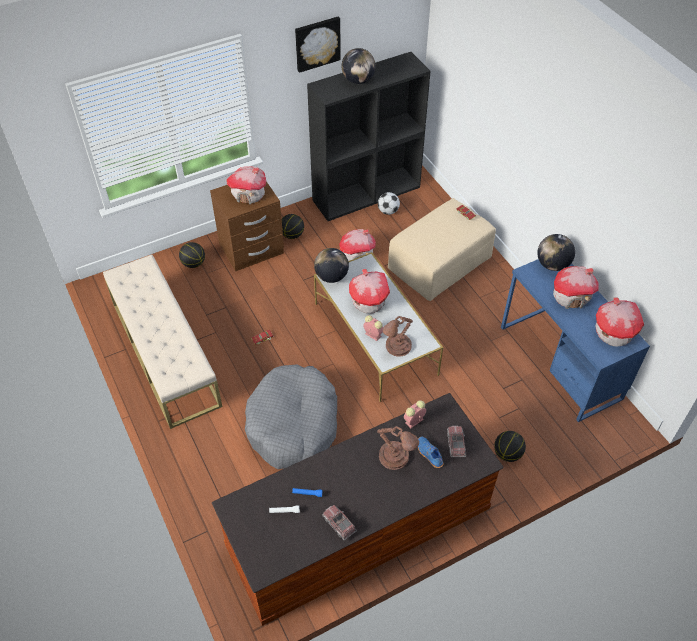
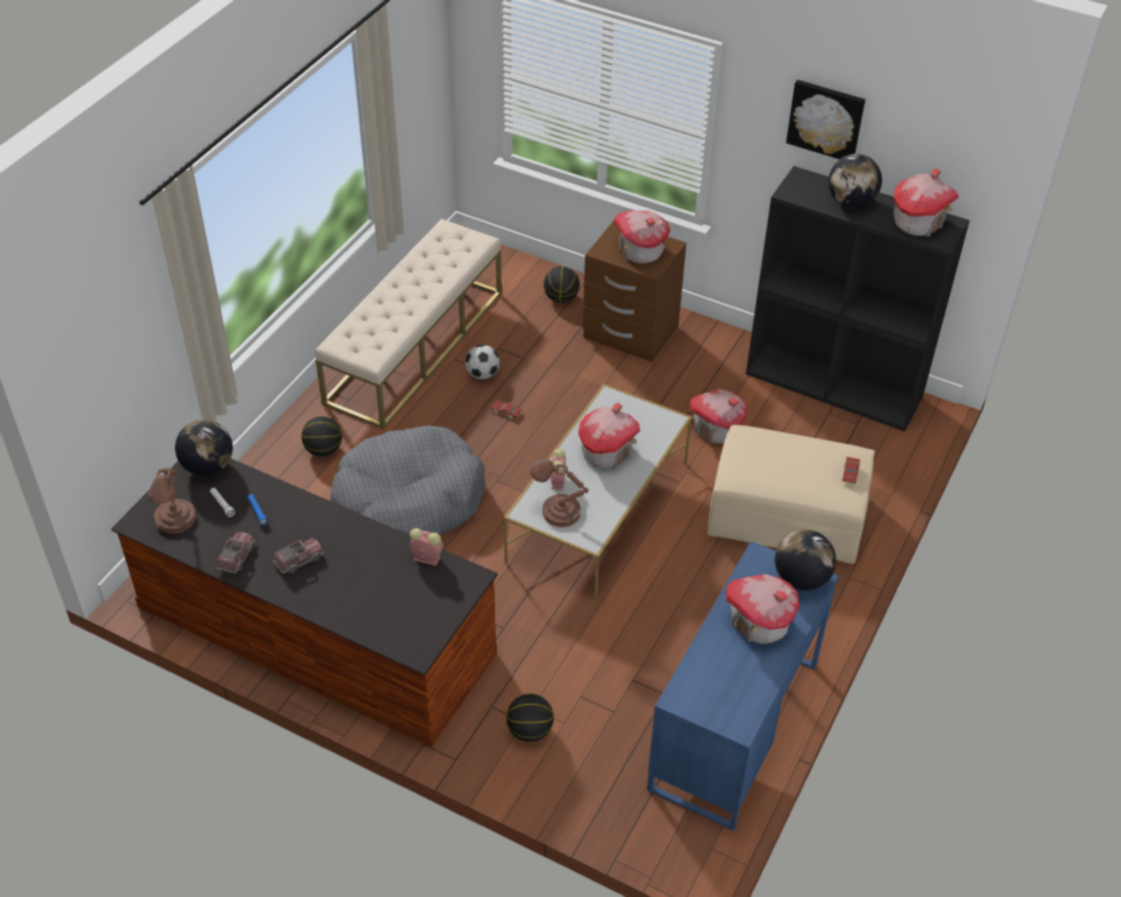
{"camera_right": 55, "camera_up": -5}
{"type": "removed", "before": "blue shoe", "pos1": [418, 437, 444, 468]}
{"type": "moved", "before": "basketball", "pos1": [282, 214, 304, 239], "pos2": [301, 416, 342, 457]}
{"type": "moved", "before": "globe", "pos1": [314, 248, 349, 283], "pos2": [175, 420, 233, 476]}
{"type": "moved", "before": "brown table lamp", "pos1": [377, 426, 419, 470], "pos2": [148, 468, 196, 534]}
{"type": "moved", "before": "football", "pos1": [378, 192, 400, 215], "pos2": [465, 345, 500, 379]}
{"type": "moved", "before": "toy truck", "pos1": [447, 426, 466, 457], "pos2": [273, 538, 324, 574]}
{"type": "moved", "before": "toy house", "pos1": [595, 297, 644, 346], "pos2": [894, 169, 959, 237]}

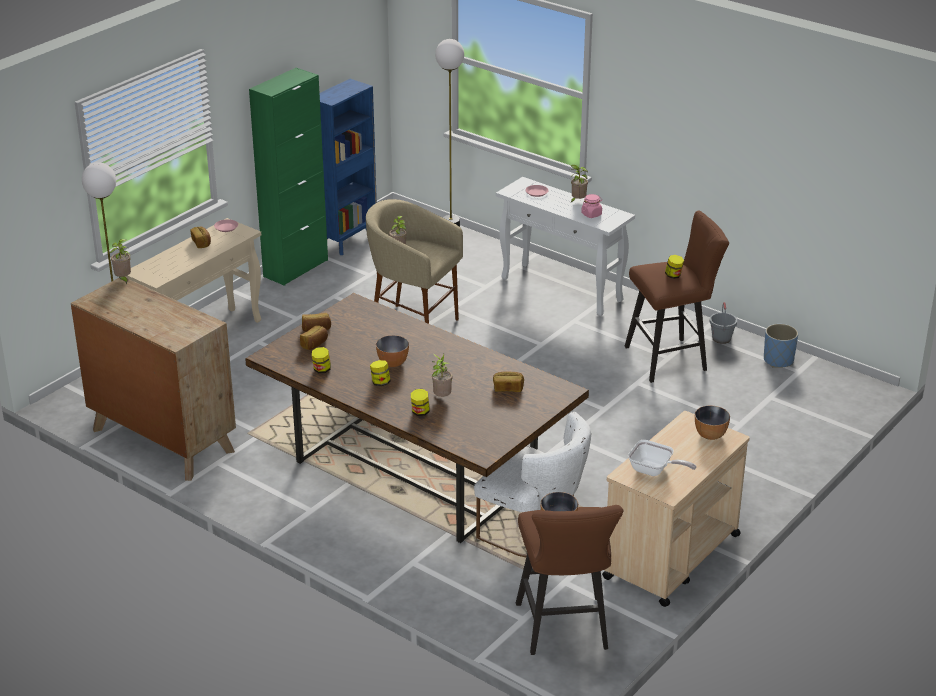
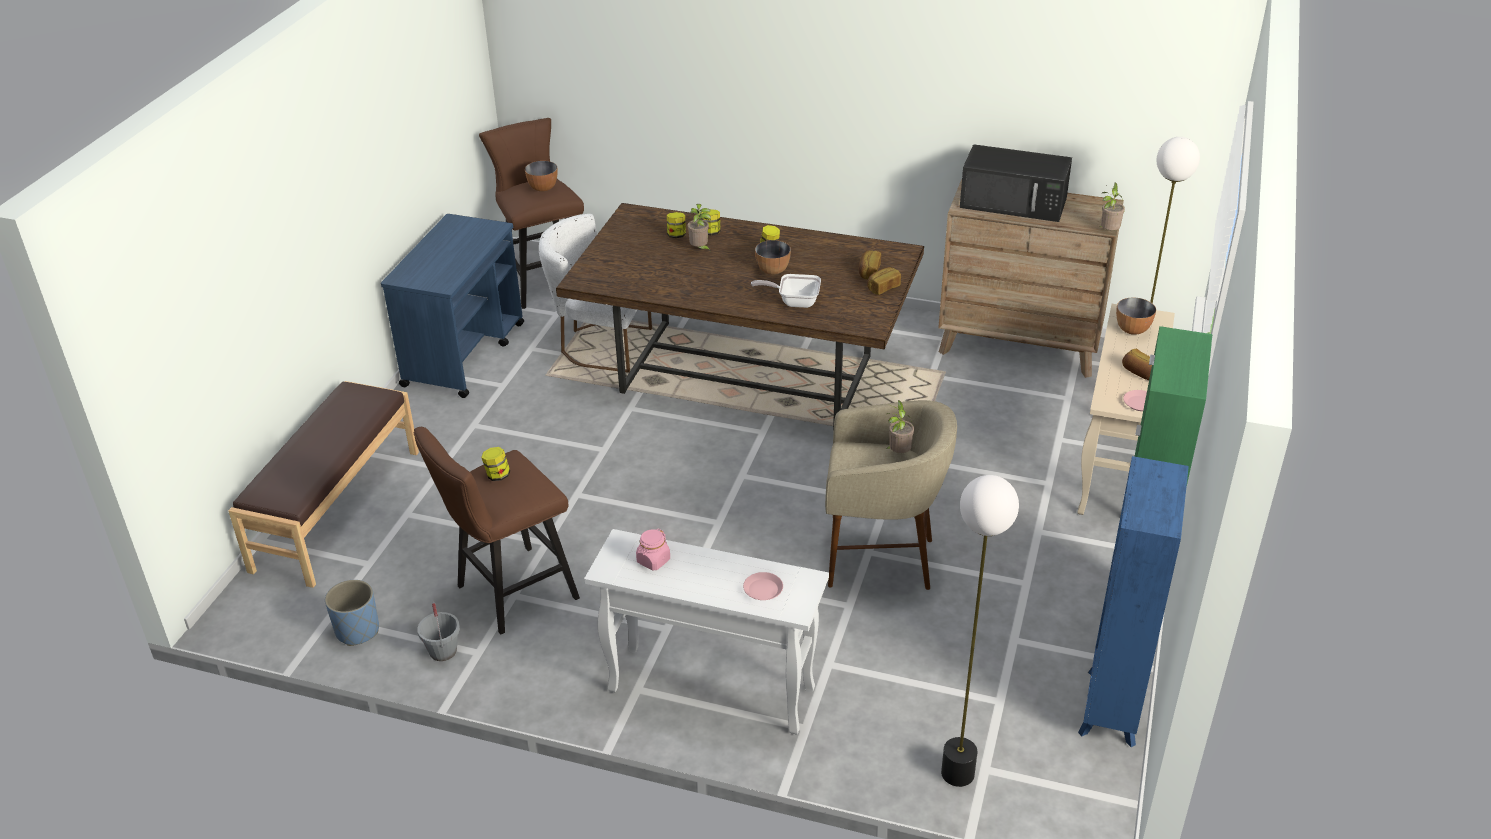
{"camera_right": 160, "camera_up": 5}
{"type": "removed", "before": "bread", "pos1": [493, 372, 524, 392]}
{"type": "removed", "before": "potted plant", "pos1": [570, 165, 588, 203]}
{"type": "added", "after": "brown bench", "pos2": [228, 381, 419, 588]}
{"type": "added", "after": "black microwave", "pos2": [960, 144, 1072, 222]}
{"type": "moved", "before": "jar", "pos1": [312, 347, 331, 373], "pos2": [667, 212, 686, 238]}
{"type": "moved", "before": "frying pan", "pos1": [628, 440, 696, 476], "pos2": [751, 274, 821, 308]}
{"type": "moved", "before": "bowl", "pos1": [695, 406, 730, 440], "pos2": [1116, 297, 1156, 335]}
{"type": "recoloured", "before": "beige cart", "after": "blue cart", "pos1": [602, 411, 750, 607], "pos2": [381, 214, 524, 398]}

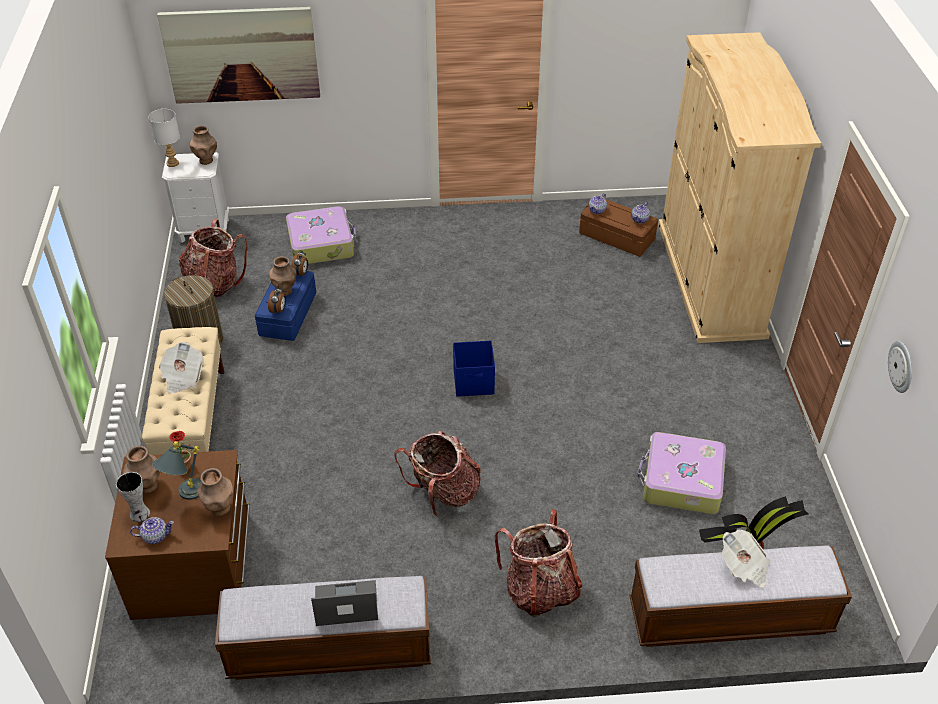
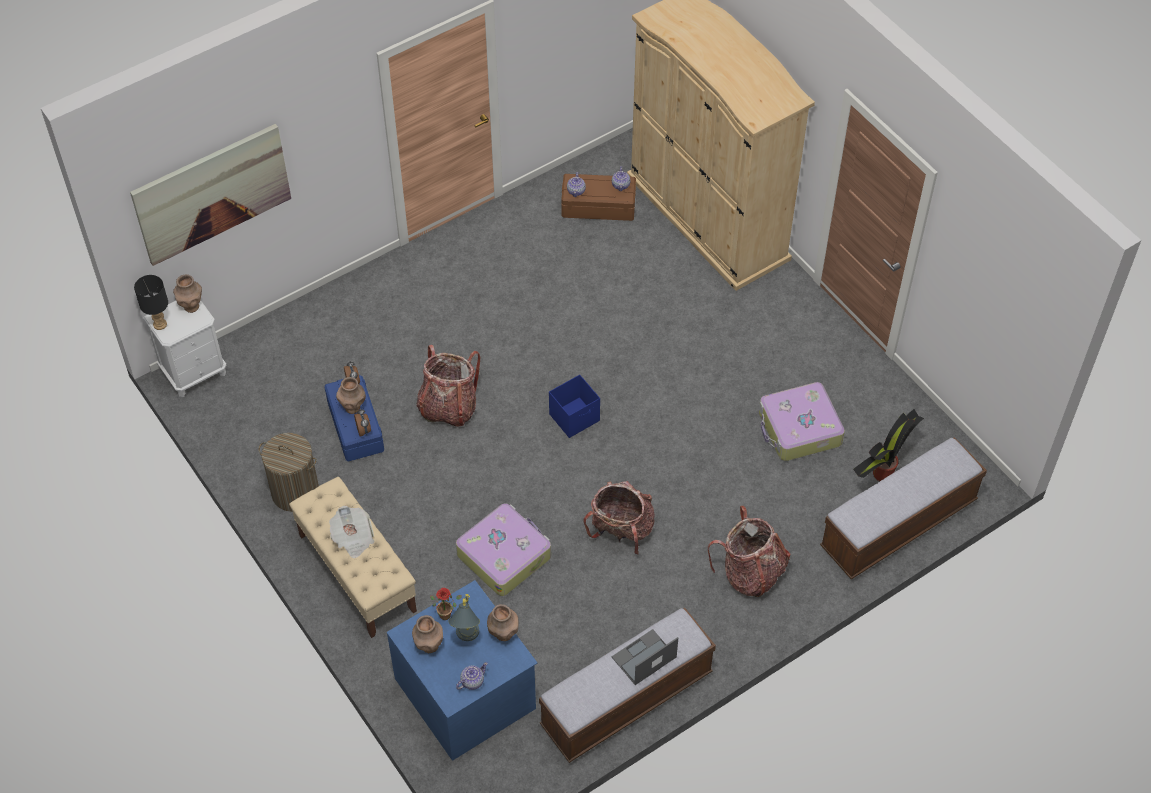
{"camera_right": -30, "camera_up": 10}
{"type": "removed", "before": "vase", "pos1": [116, 472, 150, 522]}
{"type": "removed", "before": "newspaper", "pos1": [722, 530, 770, 587]}
{"type": "removed", "before": "wall clock", "pos1": [888, 341, 912, 393]}
{"type": "moved", "before": "backpack", "pos1": [179, 219, 248, 298], "pos2": [417, 345, 480, 427]}
{"type": "moved", "before": "suitcase", "pos1": [286, 206, 356, 264], "pos2": [456, 503, 551, 596]}
{"type": "recoloured", "before": "brown dresser", "after": "blue dresser", "pos1": [105, 450, 250, 620], "pos2": [387, 580, 538, 761]}
{"type": "recoloured", "before": "white table lamp", "after": "black table lamp", "pos1": [149, 109, 180, 167], "pos2": [134, 275, 168, 330]}

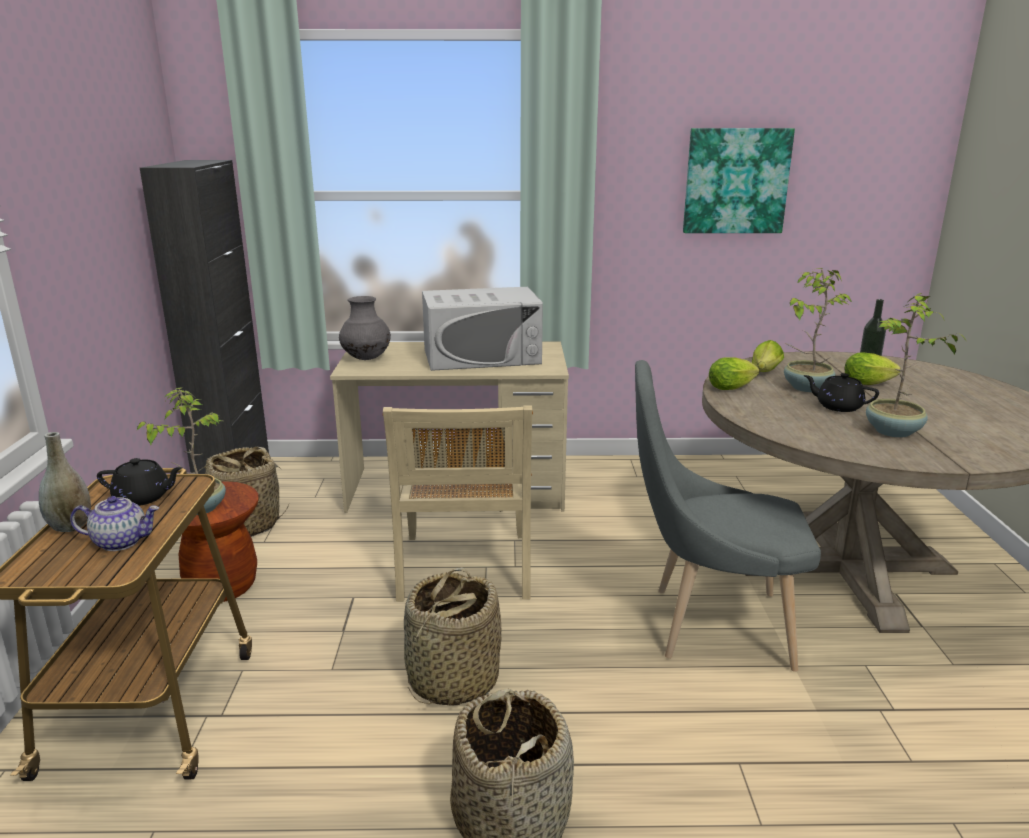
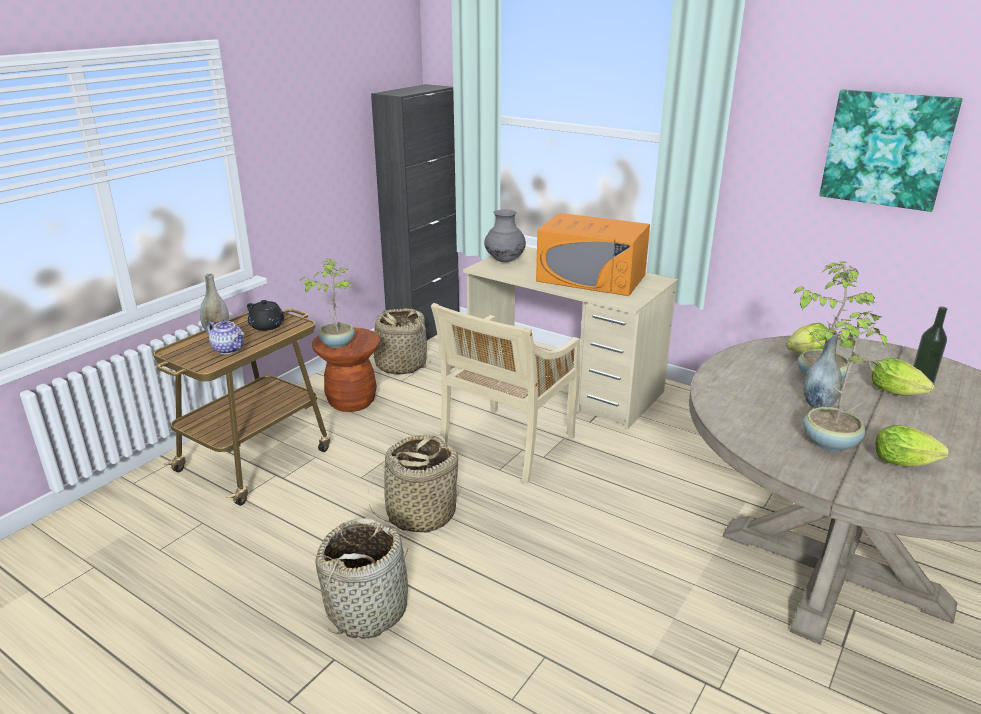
{"camera_right": 35, "camera_up": 5}
{"type": "removed", "before": "grey chair", "pos1": [635, 360, 821, 672]}
{"type": "moved", "before": "lettuce", "pos1": [709, 357, 759, 390], "pos2": [875, 425, 949, 466]}
{"type": "replaced", "before": "black teapot", "after": "grey vase", "pos1": [804, 373, 879, 412], "pos2": [803, 335, 842, 408]}
{"type": "recoloured", "before": "white microwave", "after": "orange microwave", "pos1": [422, 287, 543, 371], "pos2": [536, 213, 650, 296]}

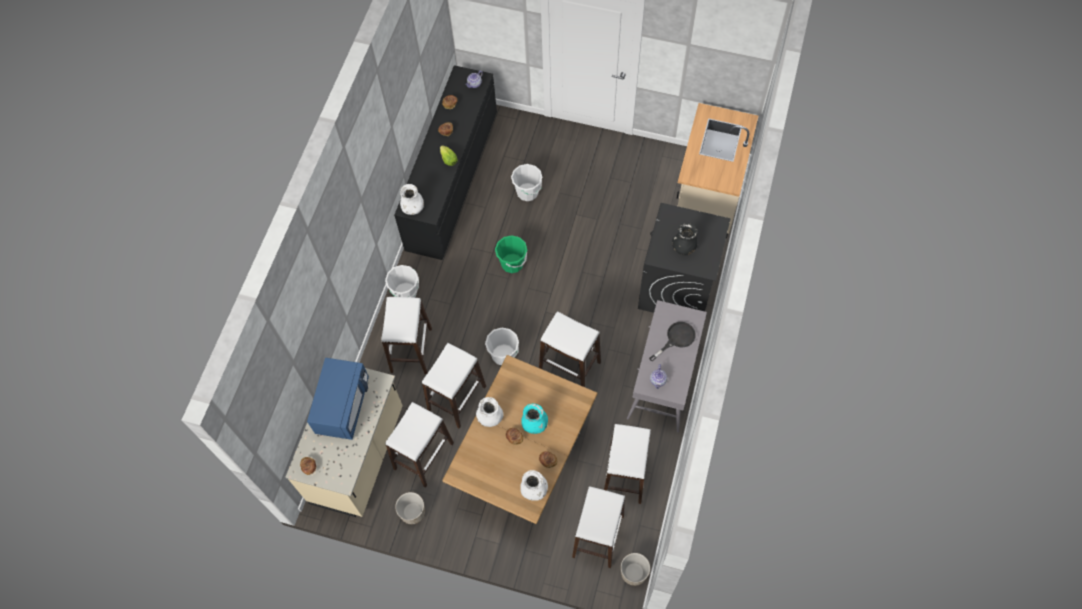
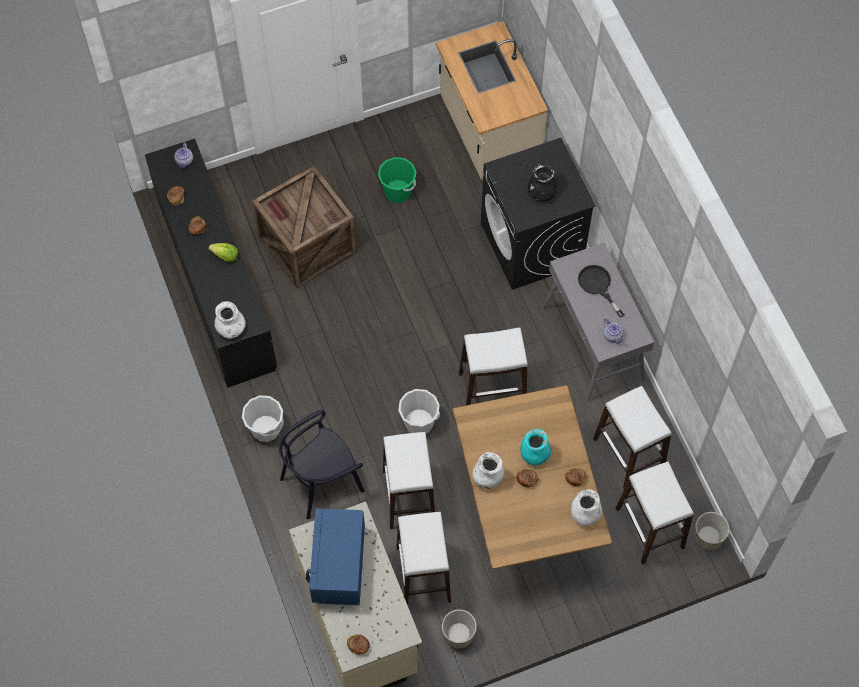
{"camera_right": -40, "camera_up": 0}
{"type": "moved", "before": "green bucket", "pos1": [495, 235, 527, 273], "pos2": [378, 157, 417, 203]}
{"type": "replaced", "before": "white stool", "after": "black chair", "pos1": [381, 297, 432, 374], "pos2": [278, 410, 365, 519]}
{"type": "replaced", "before": "white bucket", "after": "crate", "pos1": [511, 164, 542, 201], "pos2": [252, 165, 357, 288]}
{"type": "turned", "before": "blue microwave", "pos1": [307, 358, 369, 440], "pos2": [306, 508, 365, 605], "turn": -150}
{"type": "turned", "before": "black frying pan", "pos1": [649, 322, 696, 362], "pos2": [578, 265, 625, 317], "turn": -45}

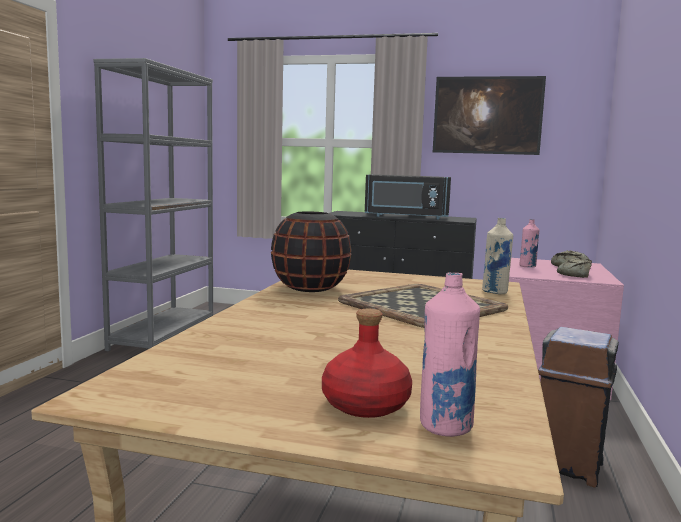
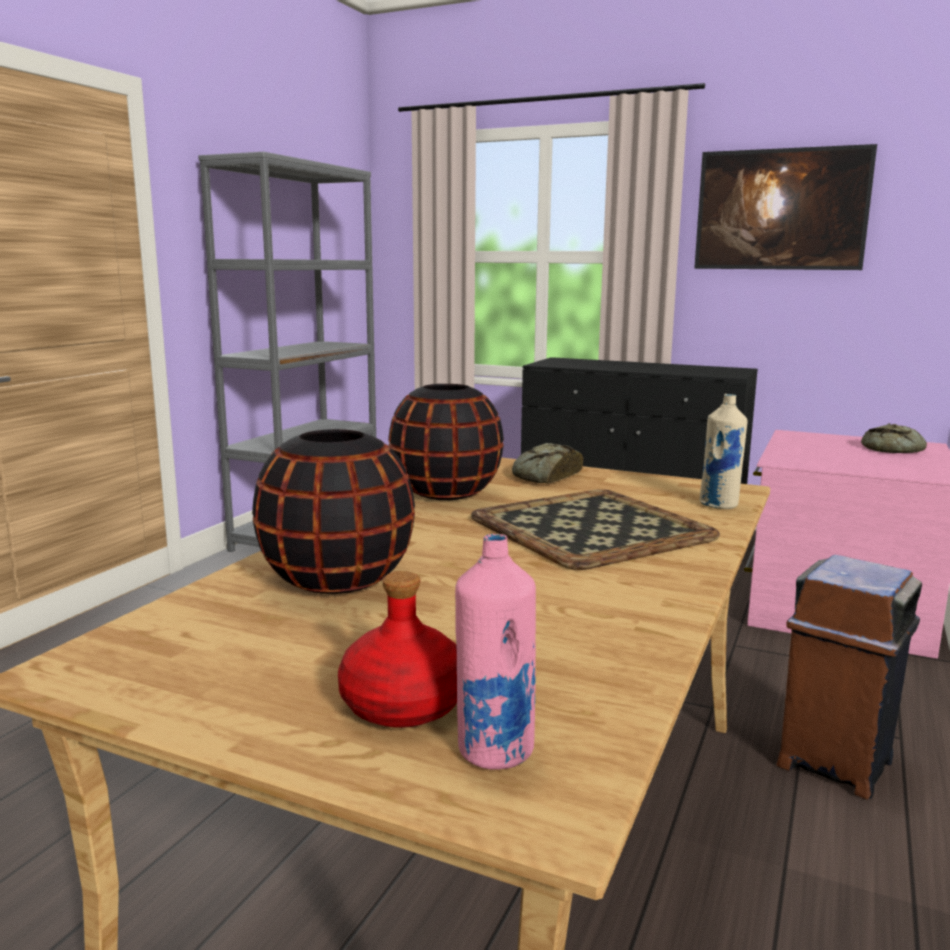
{"camera_right": 10, "camera_up": 5}
{"type": "removed", "before": "black microwave", "pos1": [365, 174, 451, 219]}
{"type": "removed", "before": "pink bottle", "pos1": [519, 219, 539, 267]}
{"type": "added", "after": "black vase", "pos2": [252, 429, 415, 594]}
{"type": "moved", "before": "bread", "pos1": [557, 259, 592, 278], "pos2": [512, 443, 583, 484]}

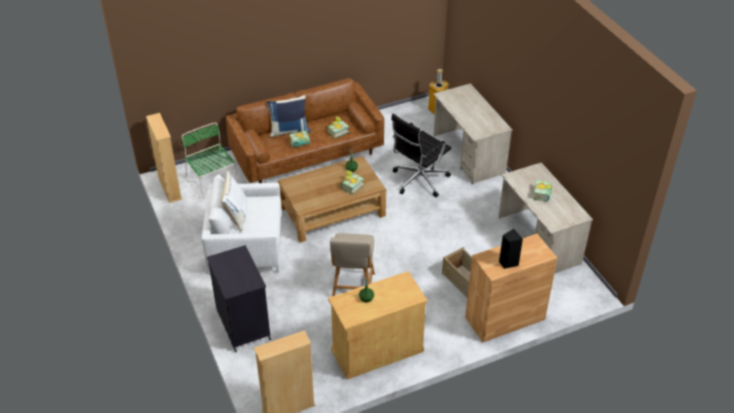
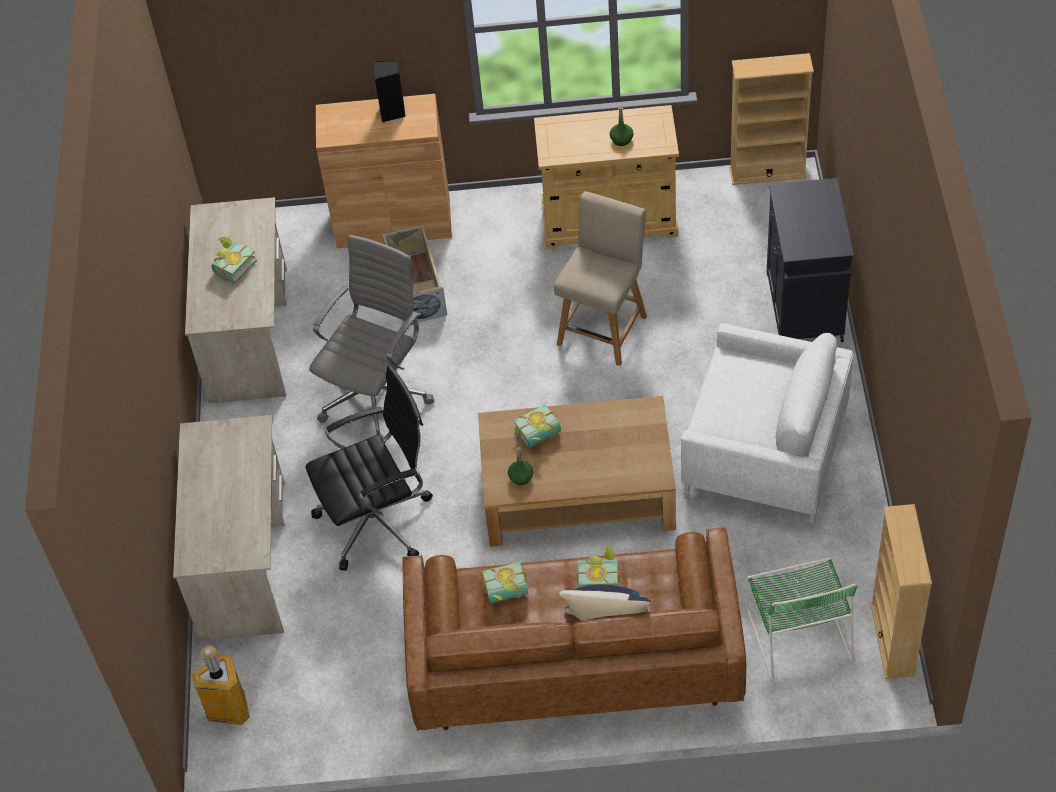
{"camera_right": -155, "camera_up": 10}
{"type": "removed", "before": "white pillow", "pos1": [221, 171, 247, 231]}
{"type": "added", "after": "grey office chair", "pos2": [309, 235, 434, 443]}

